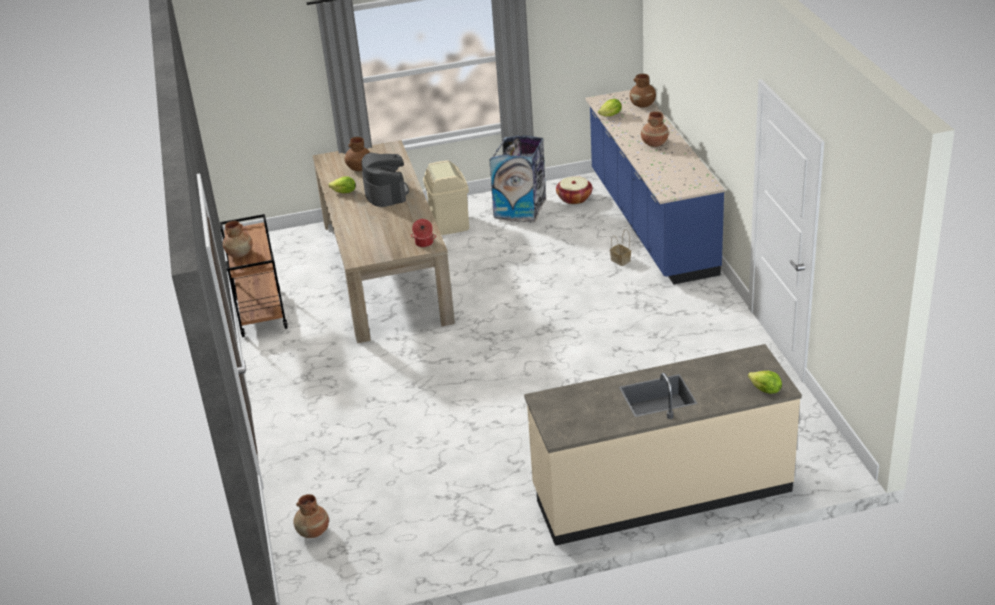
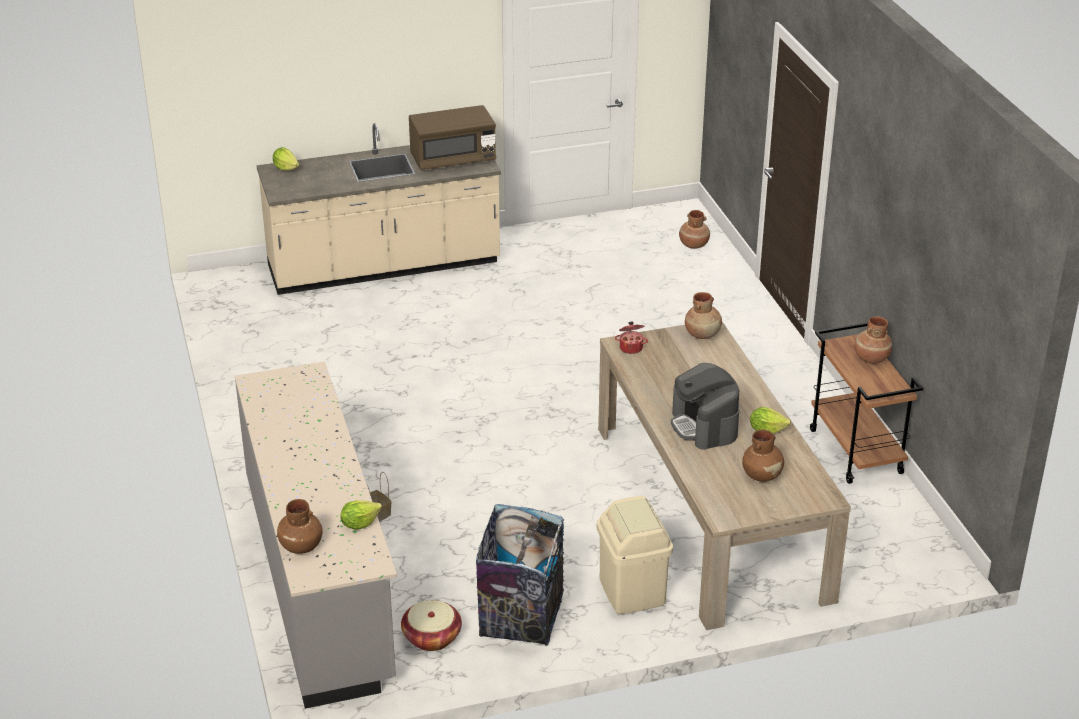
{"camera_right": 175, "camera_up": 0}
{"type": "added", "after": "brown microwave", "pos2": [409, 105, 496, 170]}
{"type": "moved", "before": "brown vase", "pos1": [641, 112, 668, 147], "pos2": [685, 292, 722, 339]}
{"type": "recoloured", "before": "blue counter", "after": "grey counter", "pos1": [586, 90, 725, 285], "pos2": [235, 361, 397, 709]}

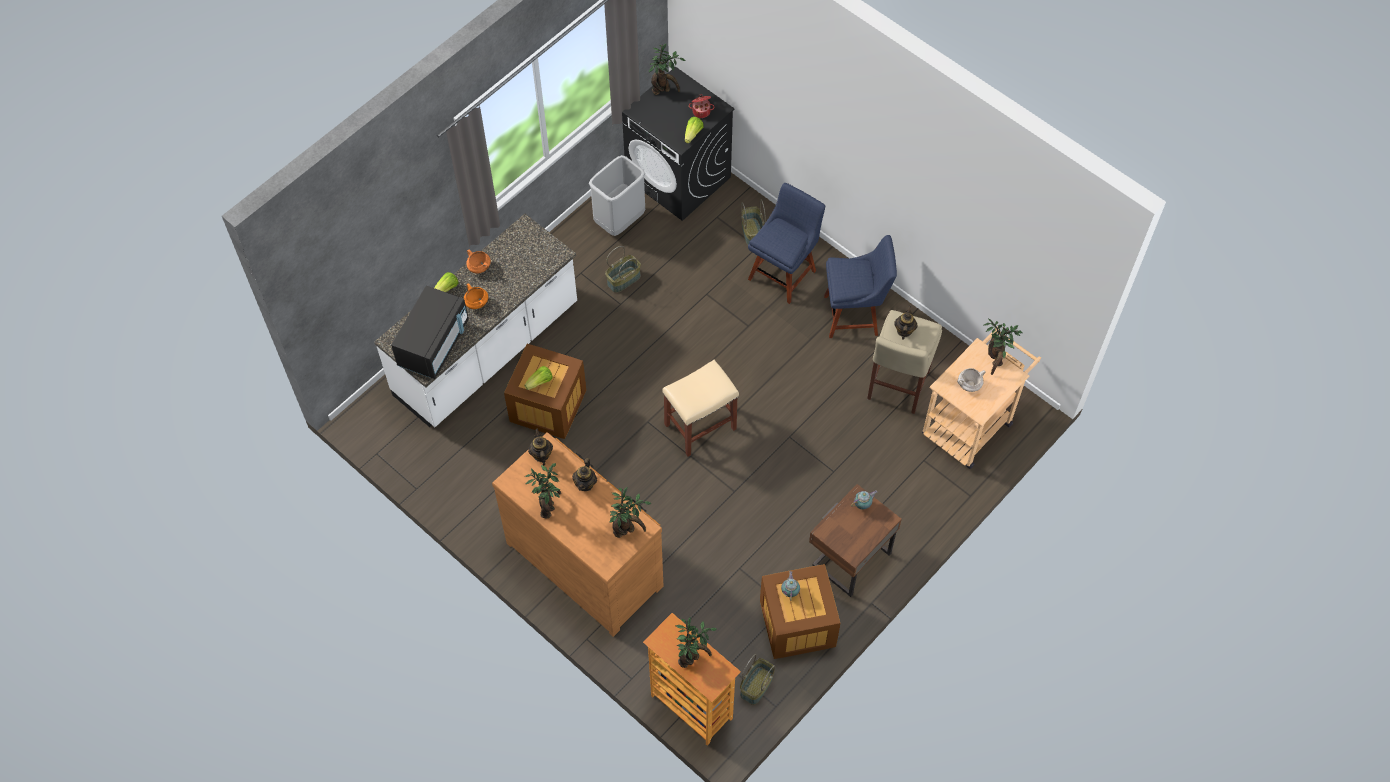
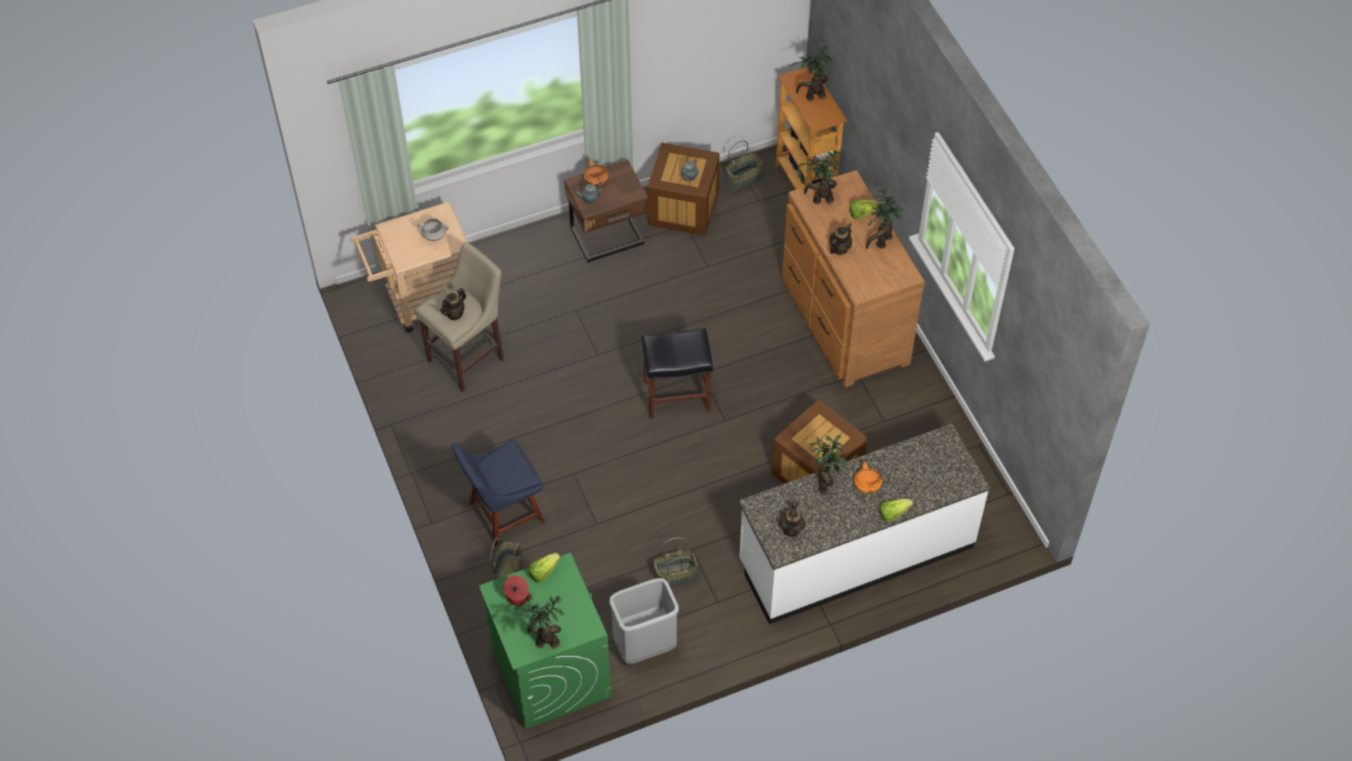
{"camera_right": -155, "camera_up": -5}
{"type": "removed", "before": "black microwave", "pos1": [391, 286, 469, 379]}
{"type": "removed", "before": "blue chair", "pos1": [824, 235, 897, 338]}
{"type": "moved", "before": "orange cooking pot", "pos1": [466, 250, 491, 274], "pos2": [584, 160, 609, 186]}
{"type": "moved", "before": "lettuce", "pos1": [524, 366, 552, 390], "pos2": [850, 200, 881, 219]}
{"type": "moved", "before": "teapot", "pos1": [528, 429, 553, 465], "pos2": [779, 501, 805, 537]}
{"type": "moved", "before": "potted plant", "pos1": [983, 319, 1023, 375], "pos2": [810, 435, 847, 494]}
{"type": "recoloured", "before": "black washing machine", "after": "green washing machine", "pos1": [622, 66, 735, 221], "pos2": [479, 553, 611, 730]}
{"type": "recoloured", "before": "beige stool", "after": "black stool", "pos1": [662, 360, 739, 457], "pos2": [642, 328, 713, 418]}

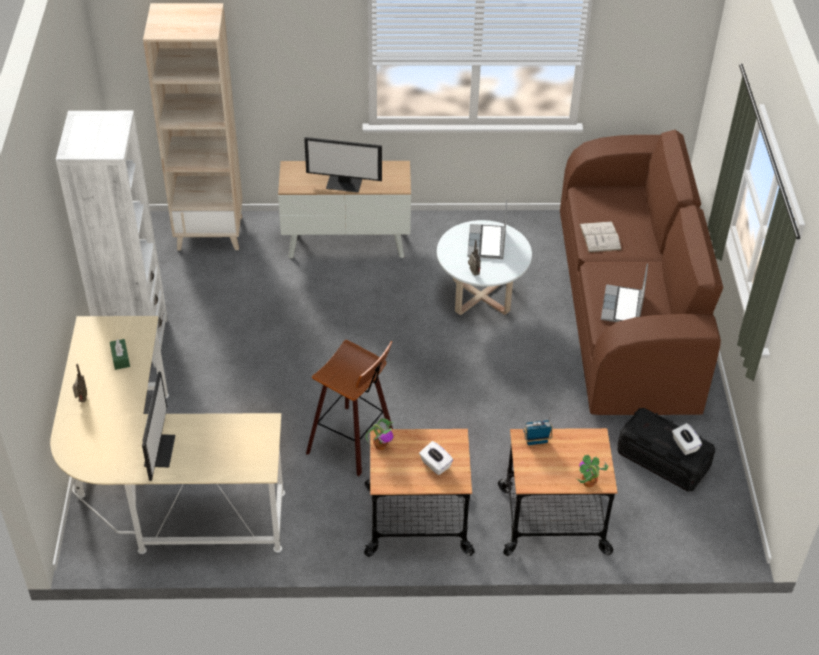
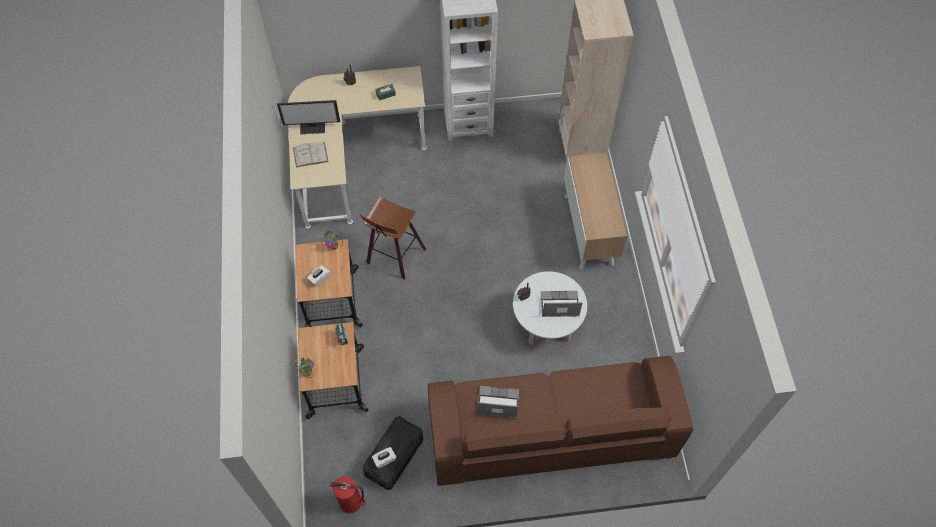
{"camera_right": 85, "camera_up": 15}
{"type": "removed", "before": "monitor", "pos1": [304, 137, 382, 192]}
{"type": "added", "after": "fire extinguisher", "pos2": [329, 476, 366, 513]}
{"type": "moved", "before": "white book", "pos1": [579, 221, 622, 253], "pos2": [293, 142, 328, 168]}

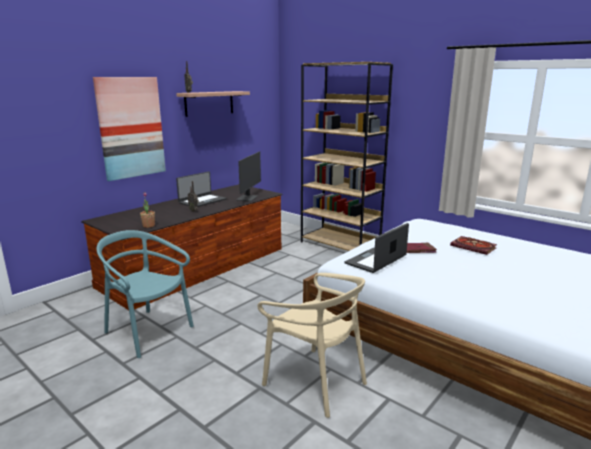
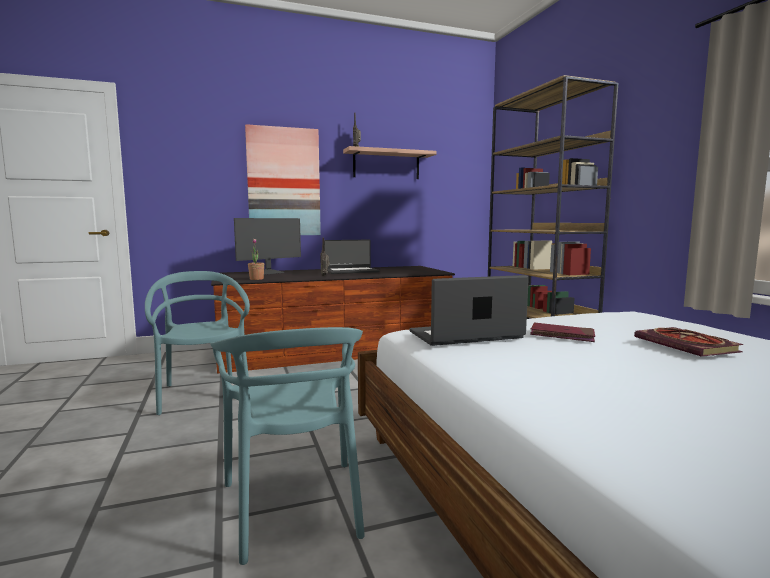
{"camera_right": 30, "camera_up": -10}
{"type": "moved", "before": "monitor", "pos1": [236, 152, 261, 201], "pos2": [234, 218, 301, 275]}
{"type": "recoloured", "before": "beige chair", "after": "turquoise chair", "pos1": [257, 273, 367, 418], "pos2": [210, 327, 365, 565]}

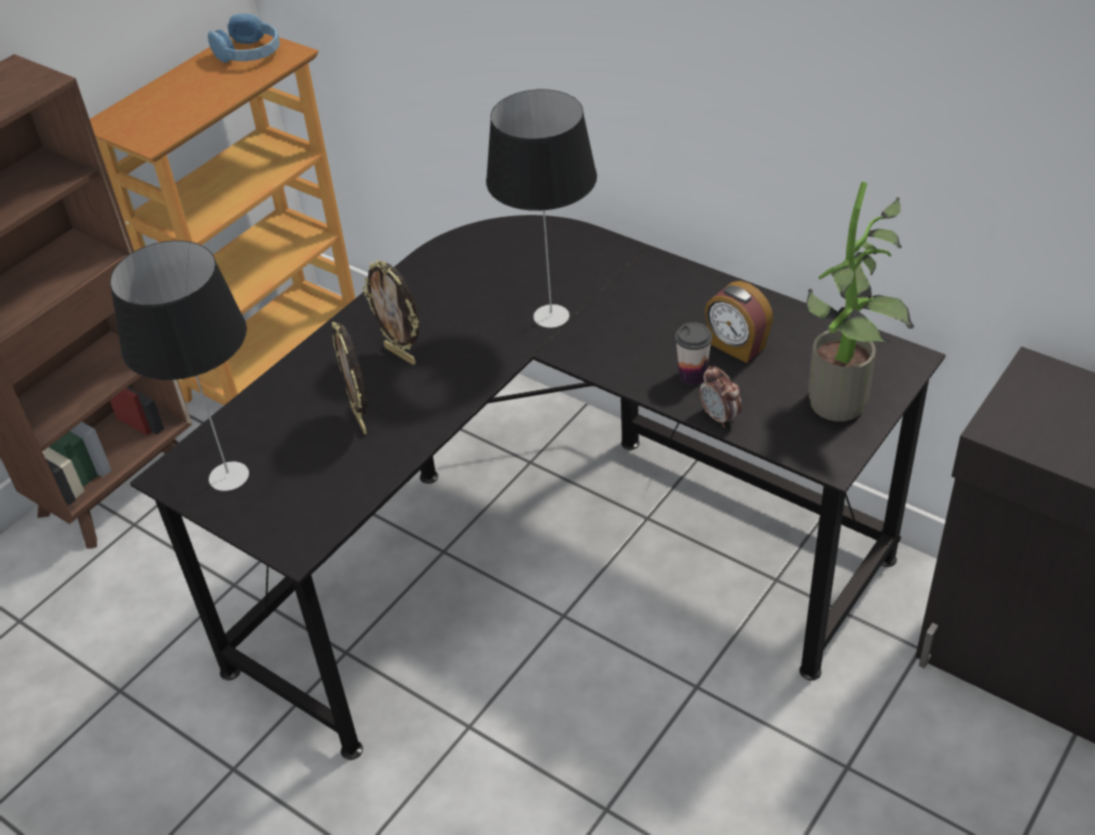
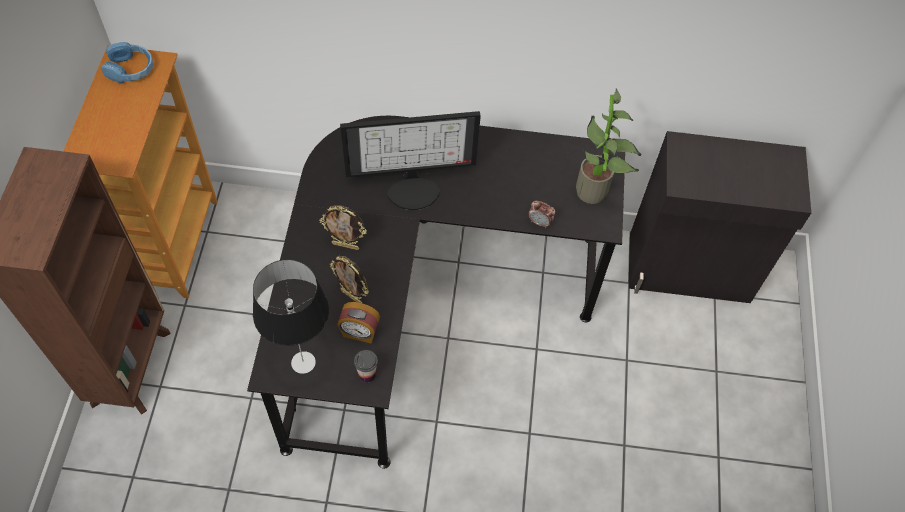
{"camera_right": -35, "camera_up": 15}
{"type": "moved", "before": "cup", "pos1": [675, 322, 712, 385], "pos2": [354, 350, 378, 383]}
{"type": "moved", "before": "alarm clock", "pos1": [705, 281, 773, 363], "pos2": [337, 302, 380, 343]}
{"type": "replaced", "before": "table lamp", "after": "monitor", "pos1": [486, 89, 597, 328], "pos2": [340, 111, 481, 210]}

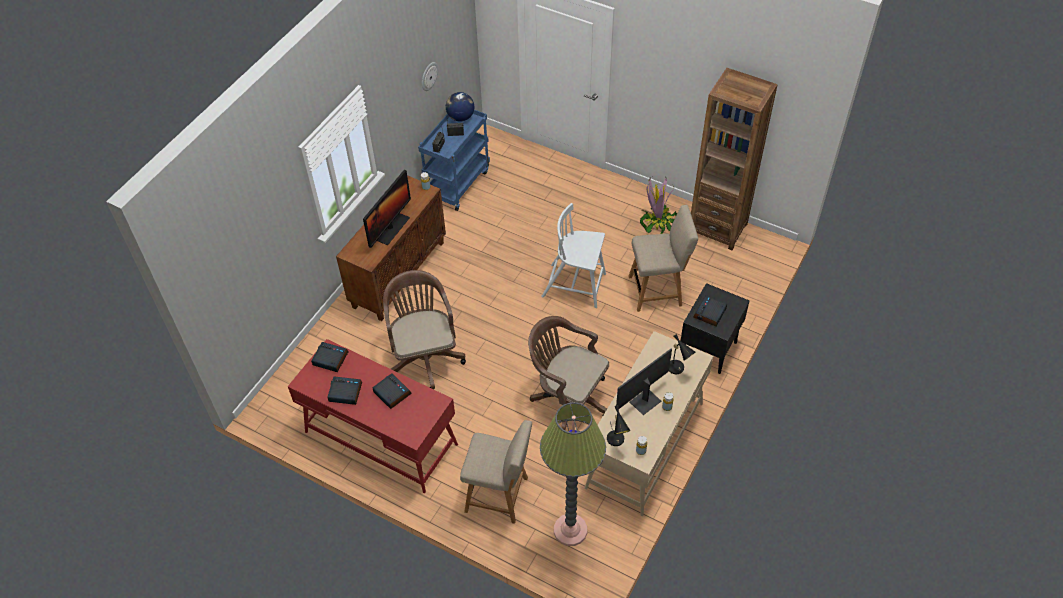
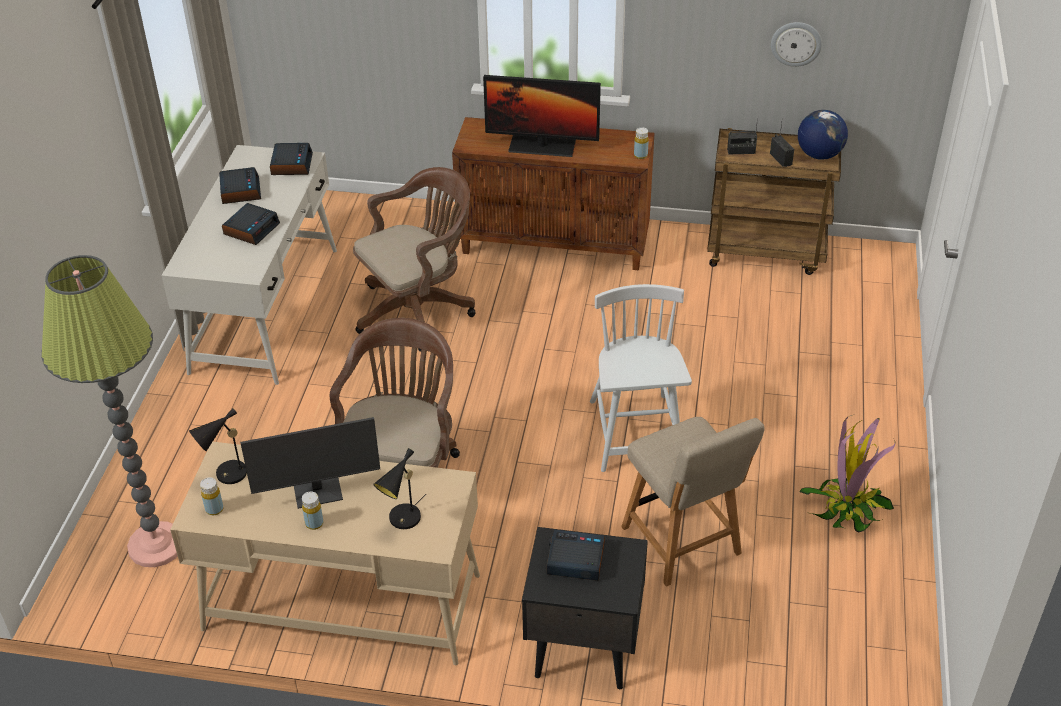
{"camera_right": 70, "camera_up": -10}
{"type": "removed", "before": "beige chair", "pos1": [460, 420, 532, 524]}
{"type": "removed", "before": "brown bookcase", "pos1": [691, 68, 778, 250]}
{"type": "recoloured", "before": "red desk", "after": "white desk", "pos1": [288, 339, 458, 493], "pos2": [161, 145, 337, 385]}
{"type": "recoloured", "before": "blue cart", "after": "brown cart", "pos1": [418, 110, 490, 211], "pos2": [707, 128, 841, 275]}
{"type": "turned", "before": "monitor", "pos1": [616, 349, 672, 415], "pos2": [240, 417, 380, 509], "turn": 135}

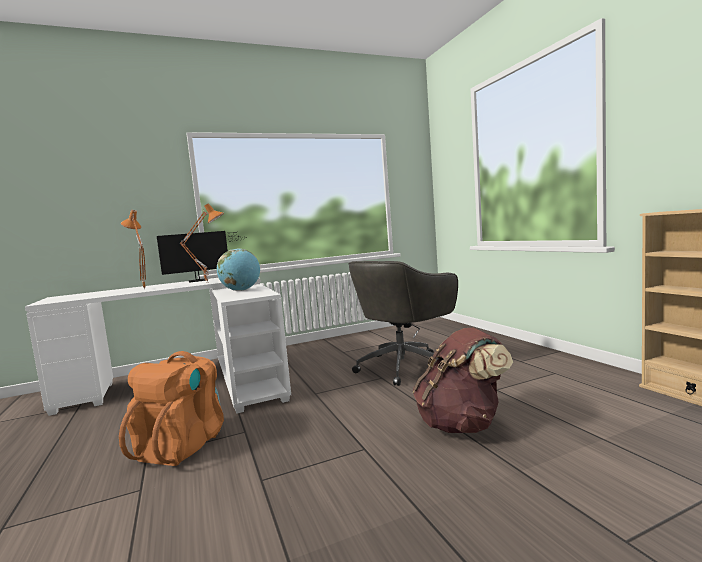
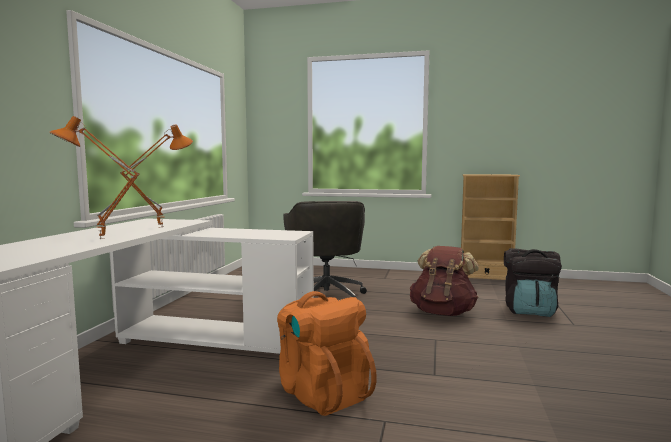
{"camera_right": -55, "camera_up": 0}
{"type": "removed", "before": "monitor", "pos1": [157, 231, 240, 283]}
{"type": "removed", "before": "globe", "pos1": [217, 248, 260, 291]}
{"type": "added", "after": "black backpack", "pos2": [504, 248, 562, 317]}

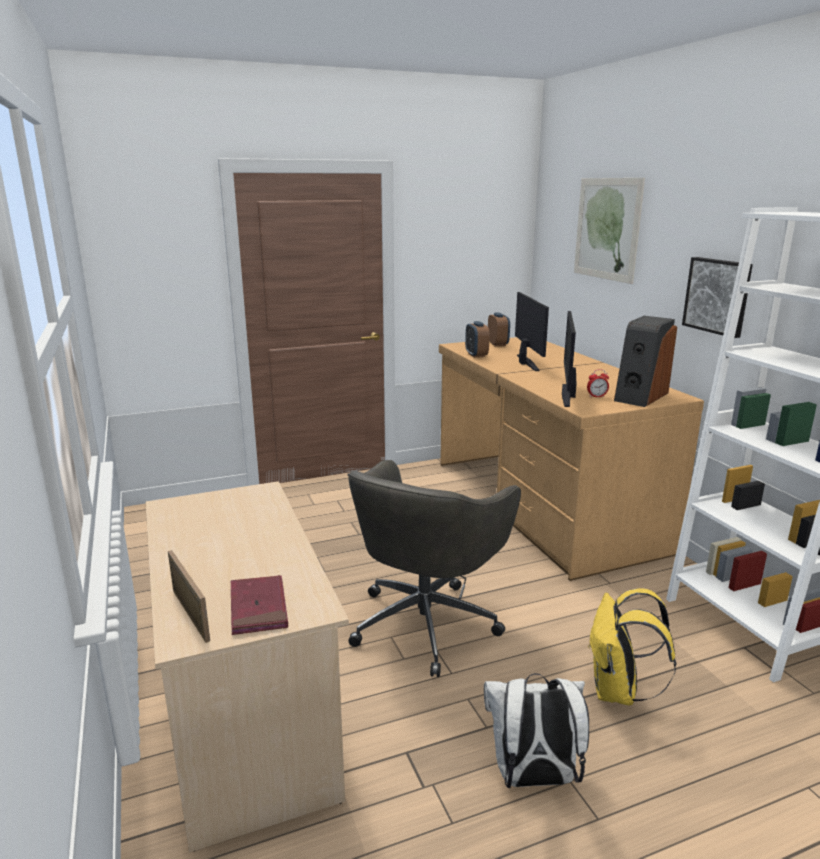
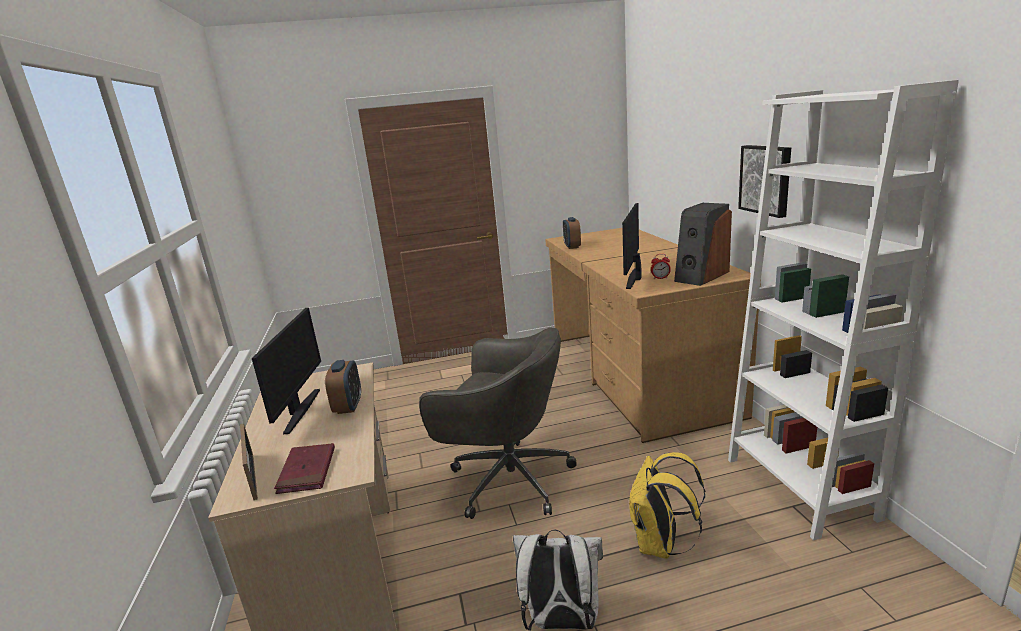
{"camera_right": 10, "camera_up": 0}
{"type": "removed", "before": "picture", "pos1": [574, 178, 645, 284]}
{"type": "moved", "before": "alarm clock", "pos1": [488, 312, 510, 346], "pos2": [325, 360, 361, 414]}
{"type": "moved", "before": "monitor", "pos1": [515, 292, 549, 371], "pos2": [252, 308, 321, 434]}
{"type": "turned", "before": "grey office chair", "pos1": [347, 460, 521, 677], "pos2": [419, 327, 577, 519], "turn": -105}

